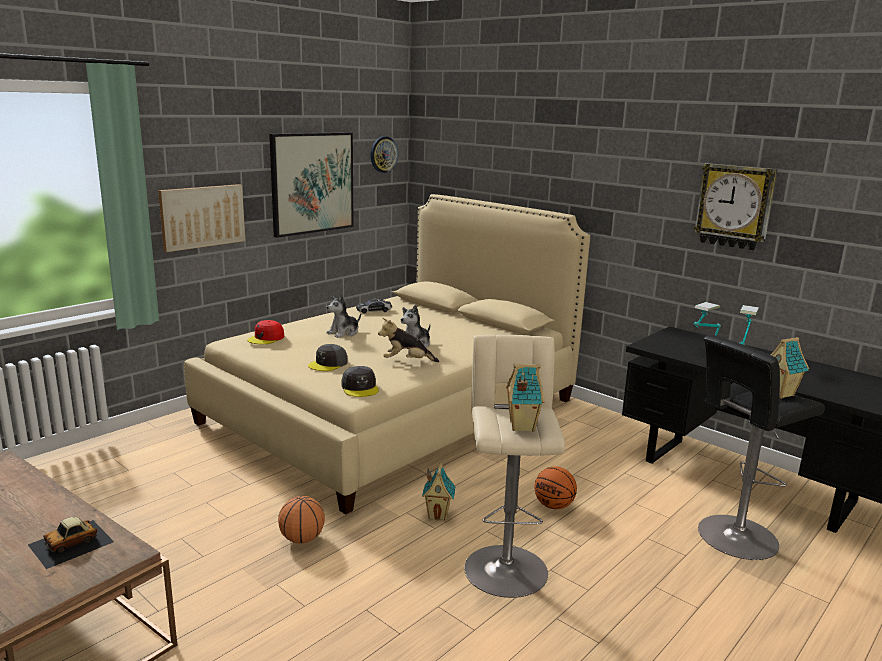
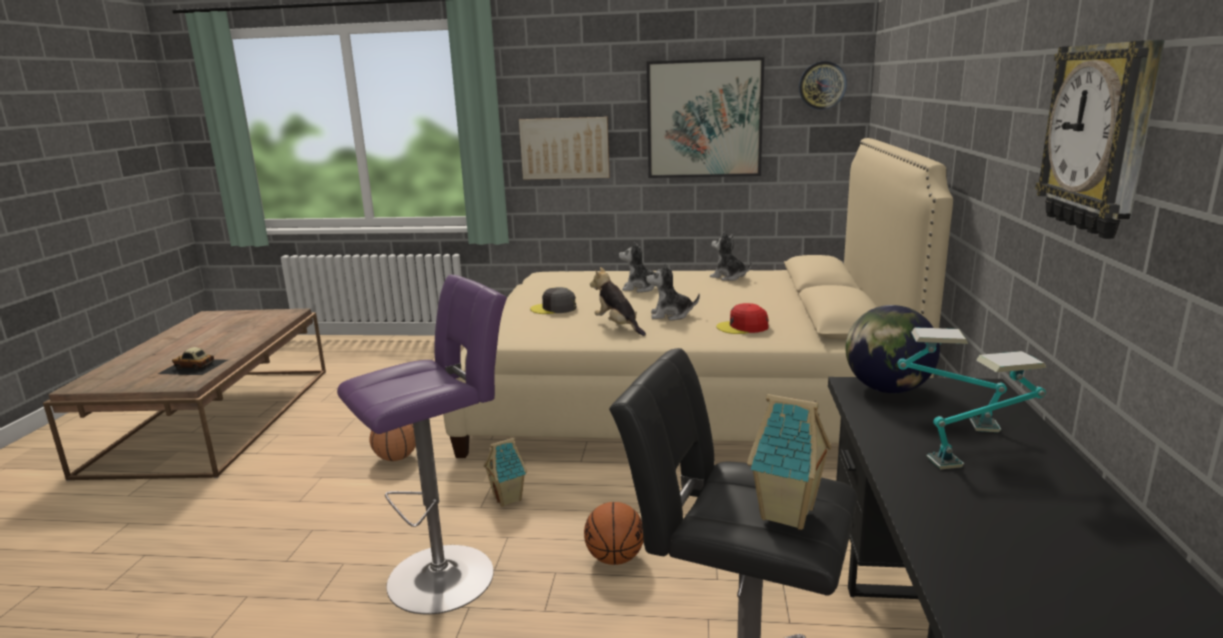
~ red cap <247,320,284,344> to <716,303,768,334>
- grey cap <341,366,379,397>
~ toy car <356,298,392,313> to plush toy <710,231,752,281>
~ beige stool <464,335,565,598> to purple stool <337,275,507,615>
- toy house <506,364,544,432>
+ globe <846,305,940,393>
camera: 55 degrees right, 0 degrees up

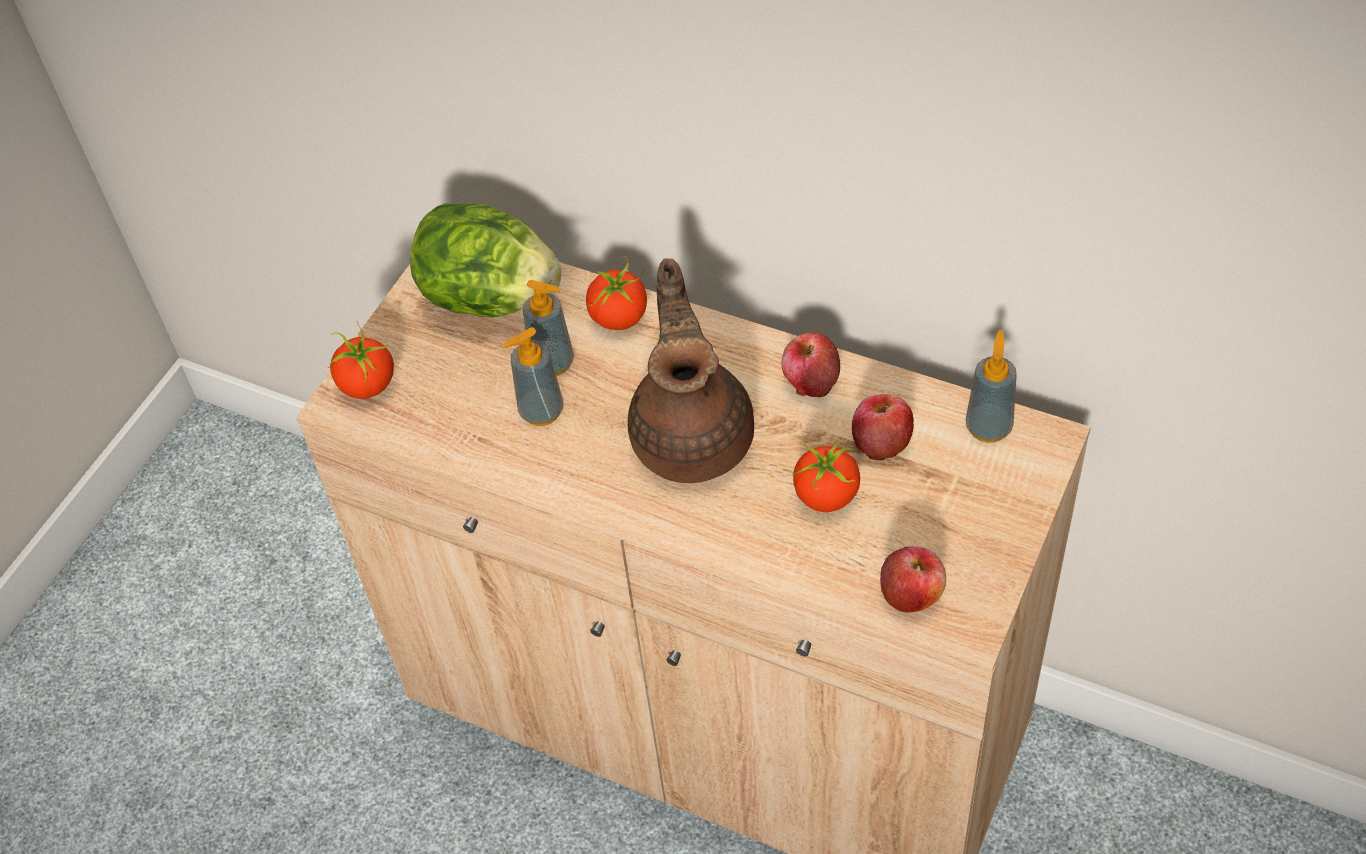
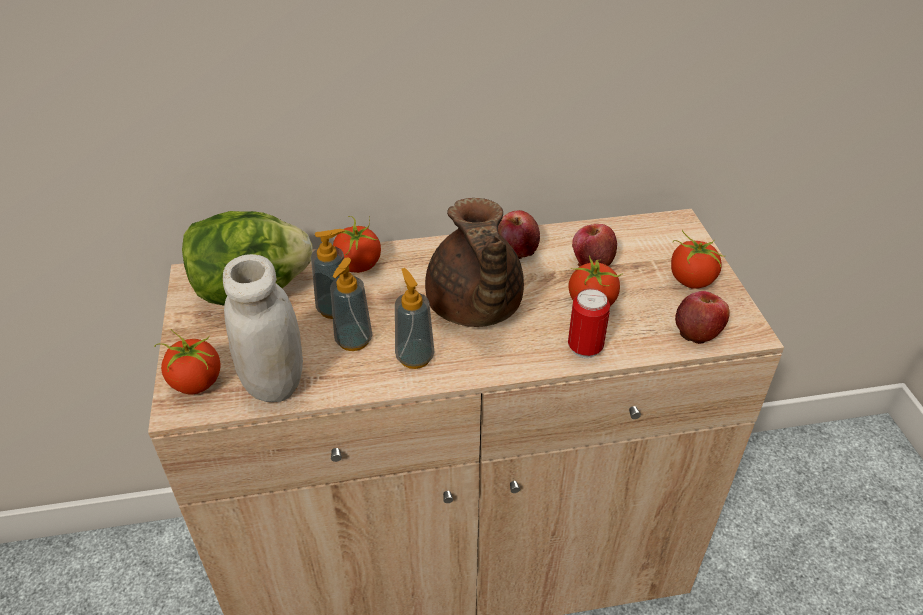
~ brown teapot <628,258,754,483> = <425,198,524,327> 150 degrees counterclockwise
~ soap dispenser <966,330,1017,443> to <395,268,434,369>
+ white jar <223,254,303,402>
+ can <568,288,610,358>
+ tomato <671,230,725,289>
camera: 40 degrees left, 10 degrees down

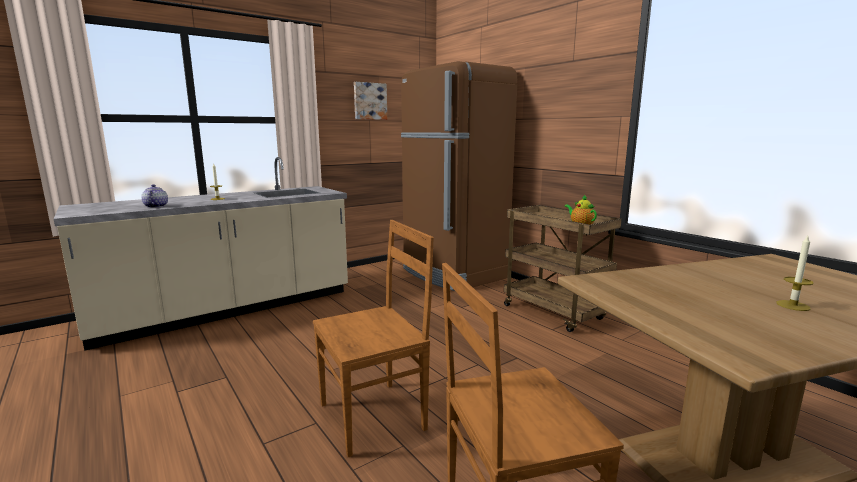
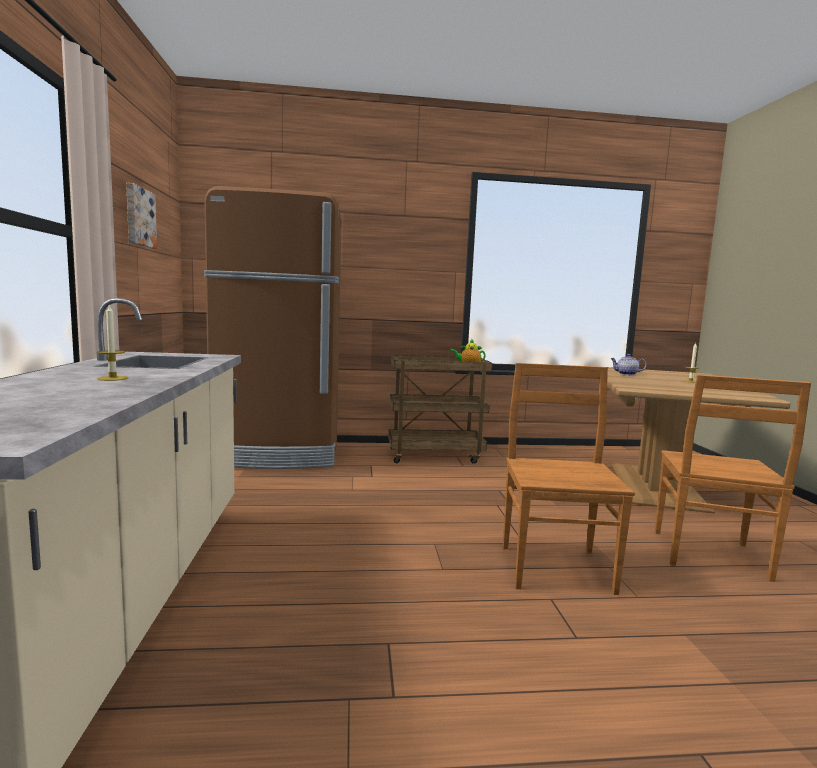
~ teapot <142,184,168,208> to <610,354,647,375>
camera: 60 degrees left, 5 degrees down

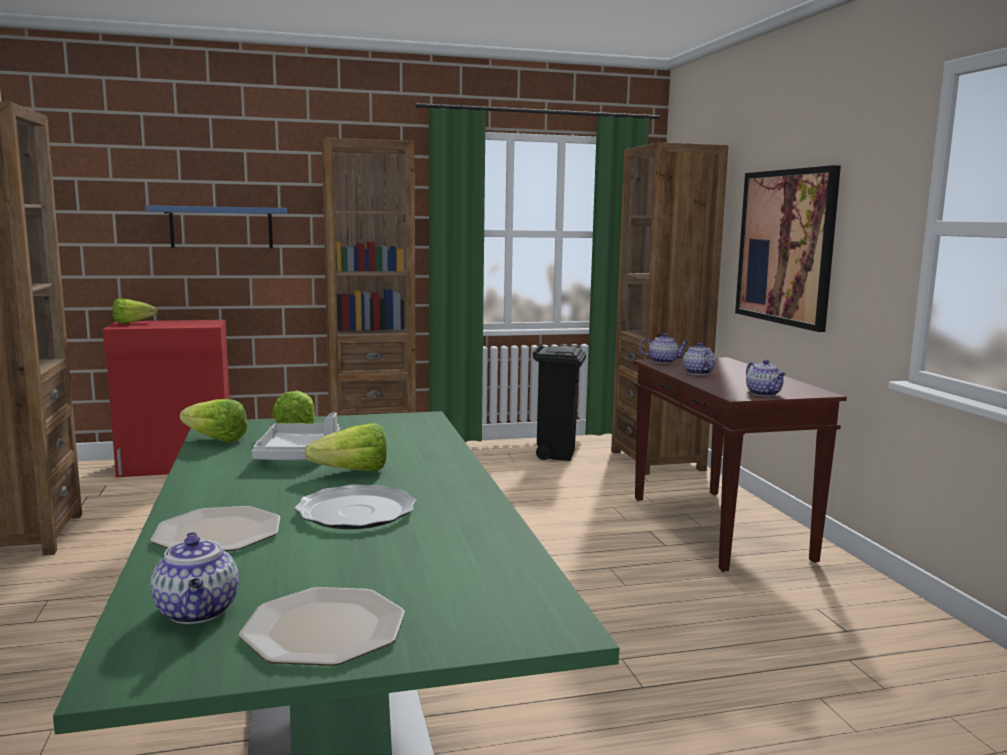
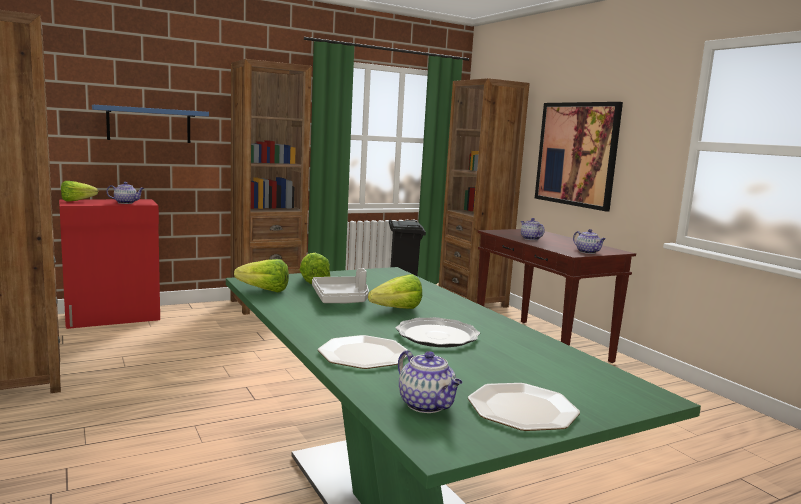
~ teapot <639,333,688,363> to <106,182,144,204>
camera: 15 degrees left, 0 degrees up

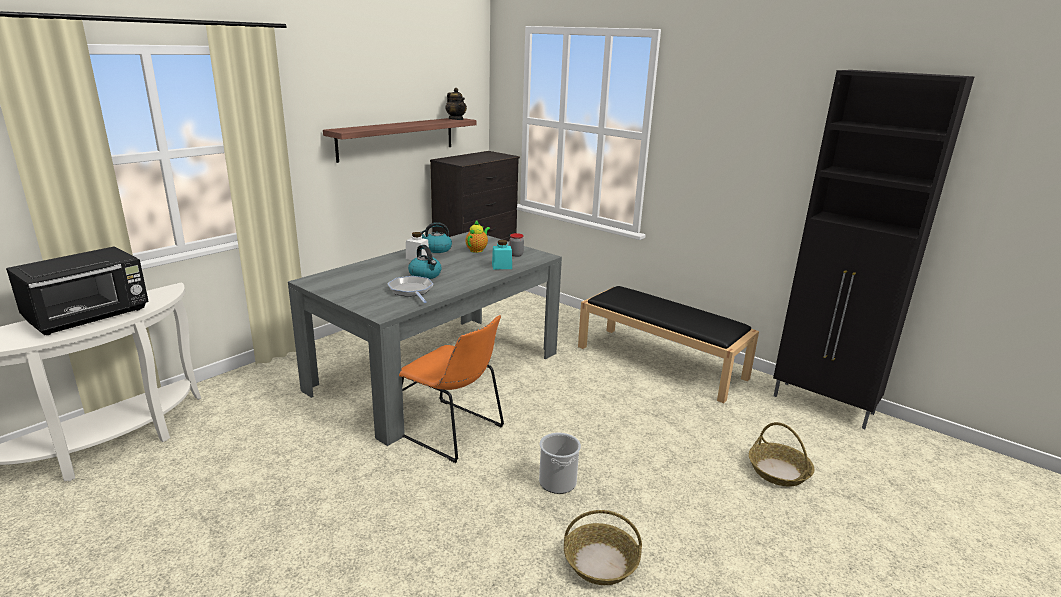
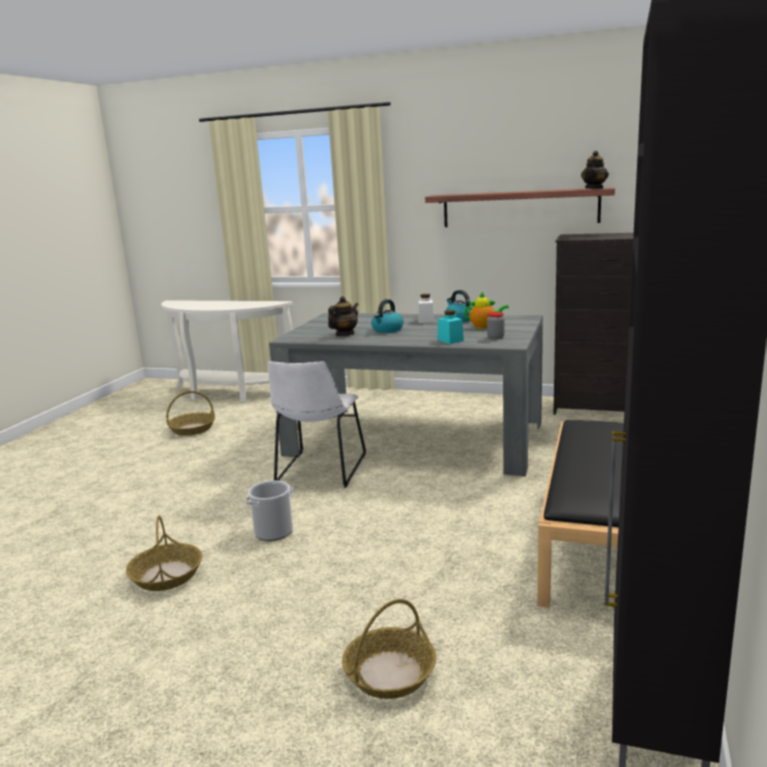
- black microwave <6,246,149,335>
~ frying pan <387,276,433,303> to teapot <328,296,359,336>
~ orange chair <399,315,504,463> to white chair <268,361,366,487>
+ basket <166,391,215,436>
camera: 70 degrees right, 5 degrees down

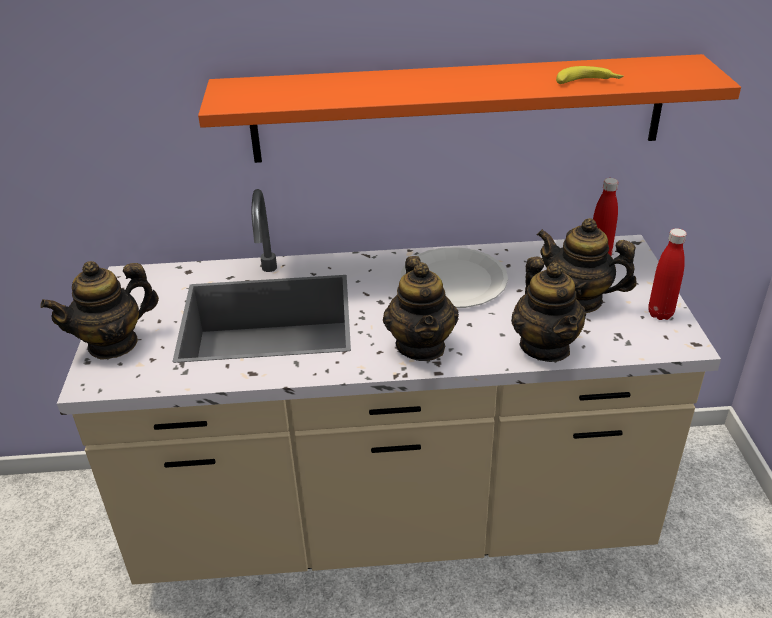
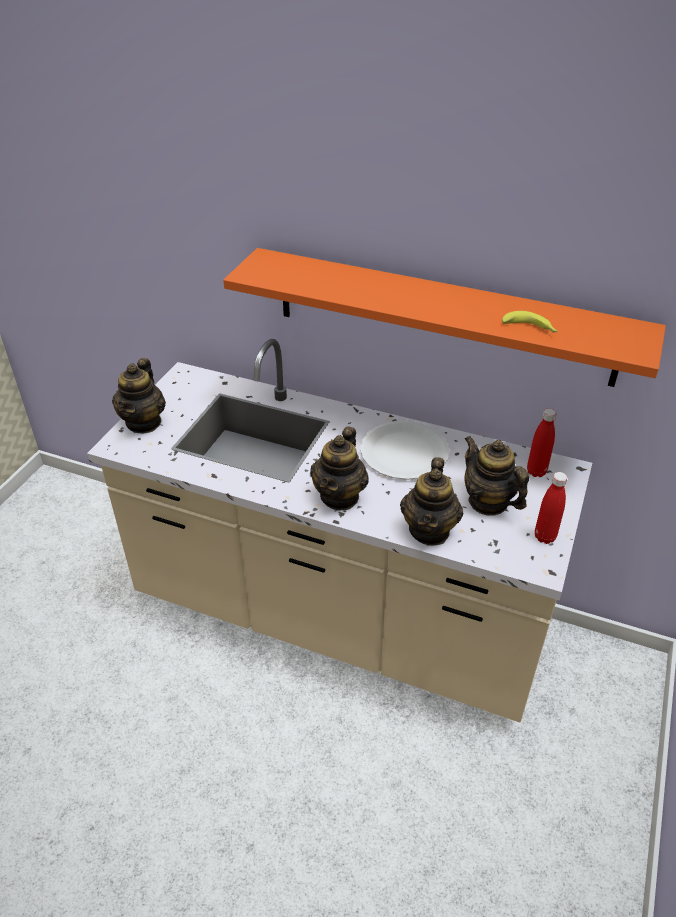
~ teapot <40,261,159,360> = <112,358,166,433> 75 degrees counterclockwise
camera: 25 degrees right, 5 degrees up

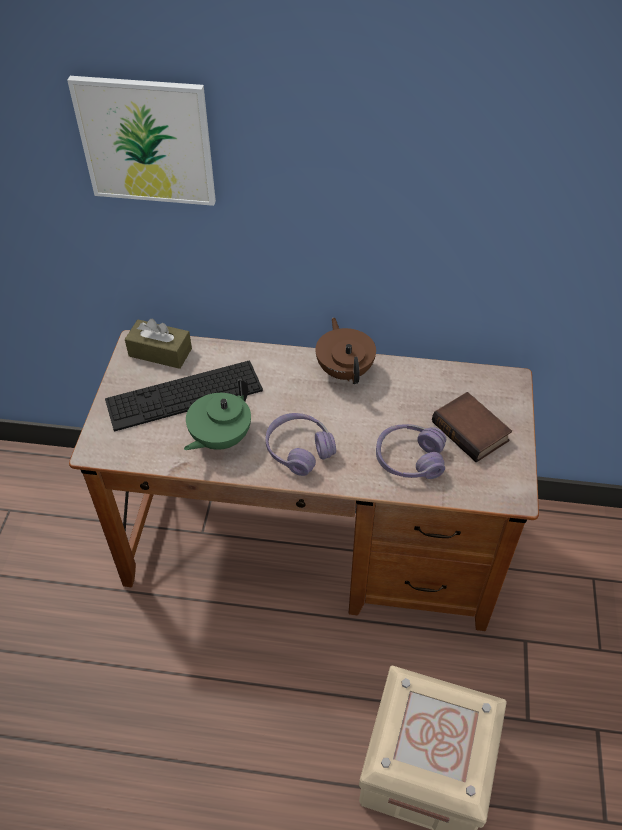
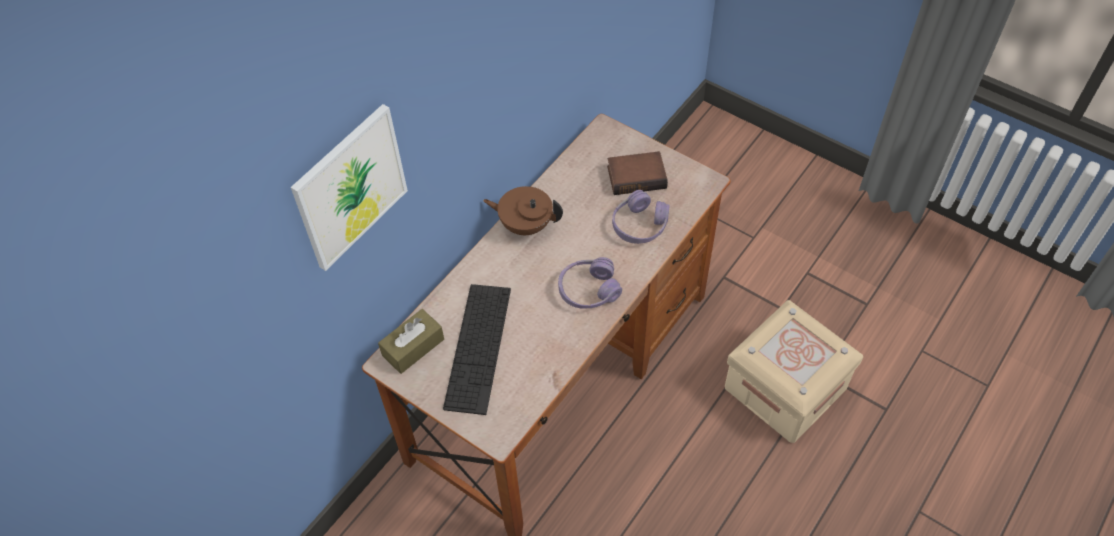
- green teapot <184,379,251,450>
camera: 60 degrees left, 5 degrees up

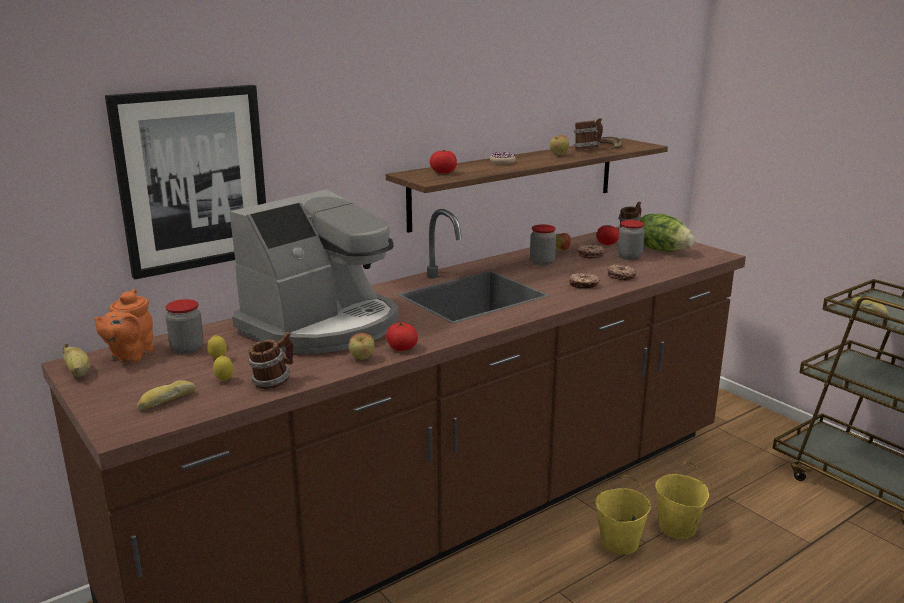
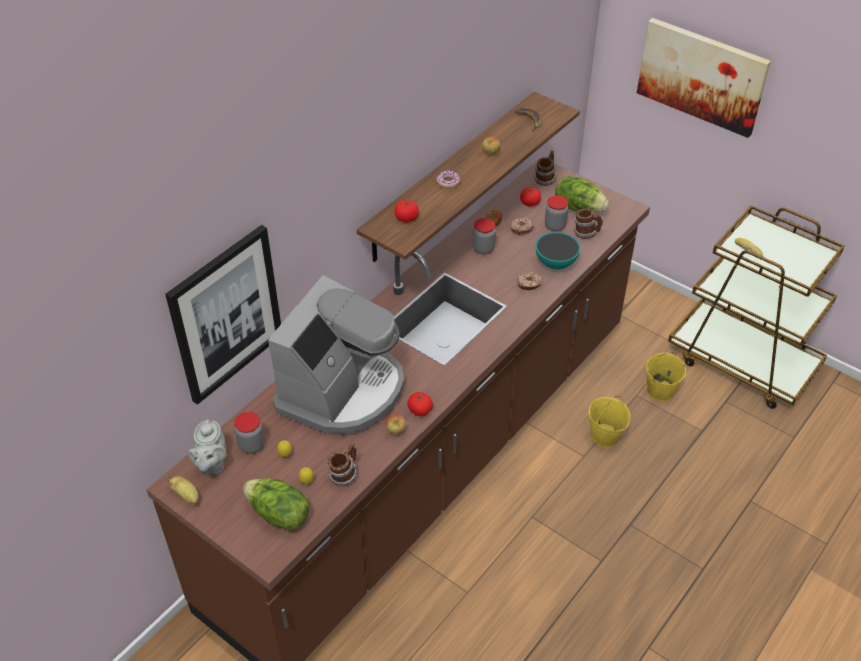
~ orange teapot <94,289,153,363> to grey teapot <188,419,227,476>
~ bread <137,380,196,410> to lettuce <243,478,310,530>
~ mug <574,118,603,150> to <574,208,603,239>
~ yellow bucket <596,475,651,555> to <646,351,686,401>
~ donut <607,265,637,280> to bowl <535,232,580,269>
+ picture <637,18,771,138>
camera: 15 degrees left, 25 degrees up

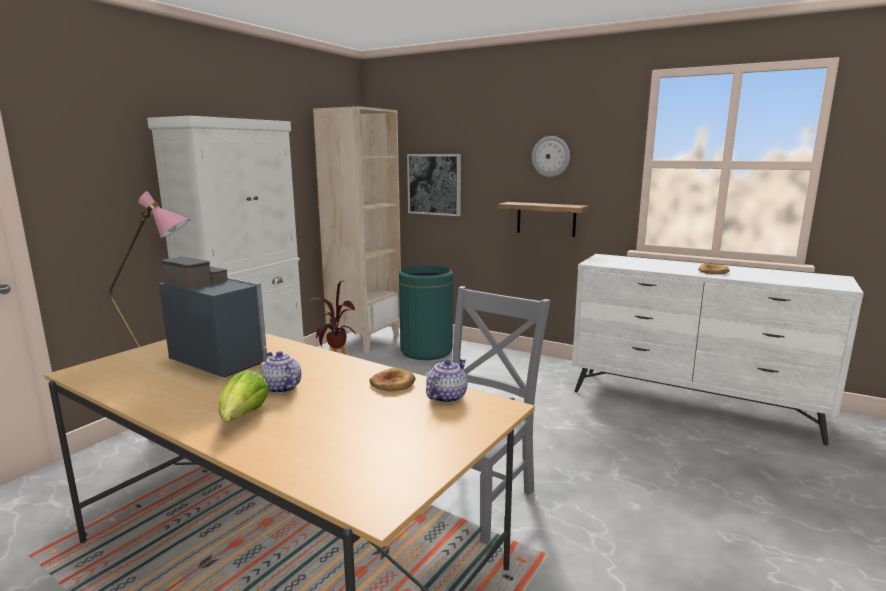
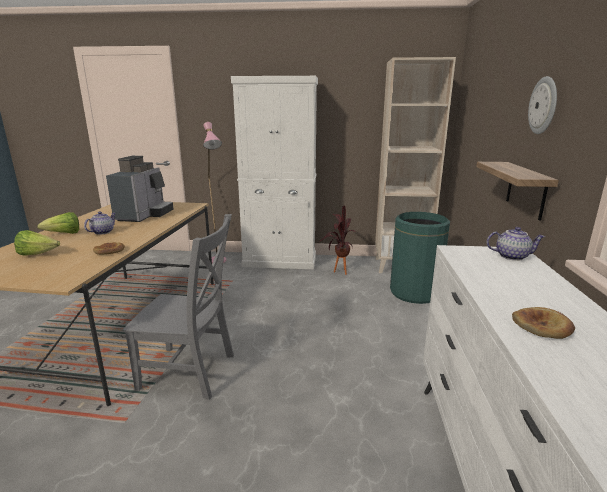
- picture <407,154,461,216>
~ teapot <426,359,468,403> to <487,227,545,261>
+ lettuce <14,230,60,255>
camera: 65 degrees right, 5 degrees up

